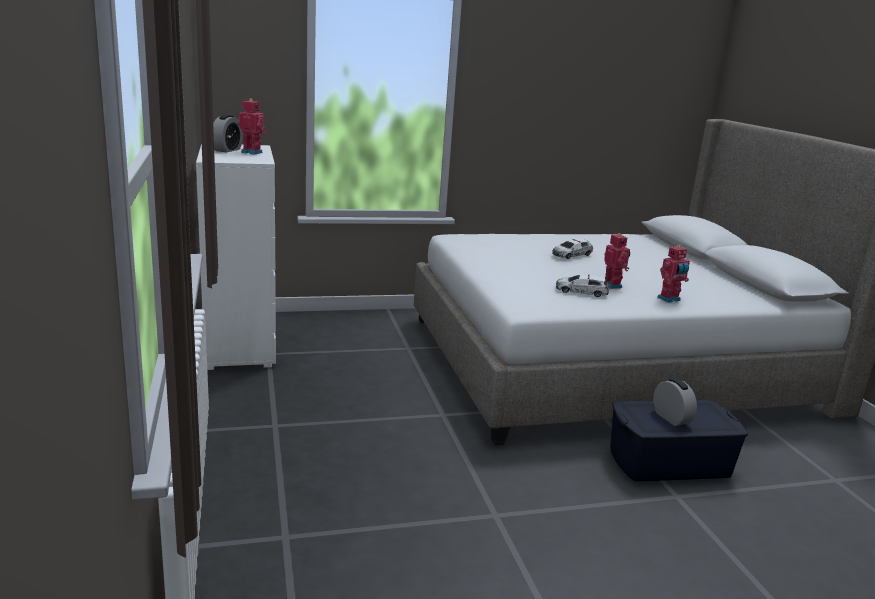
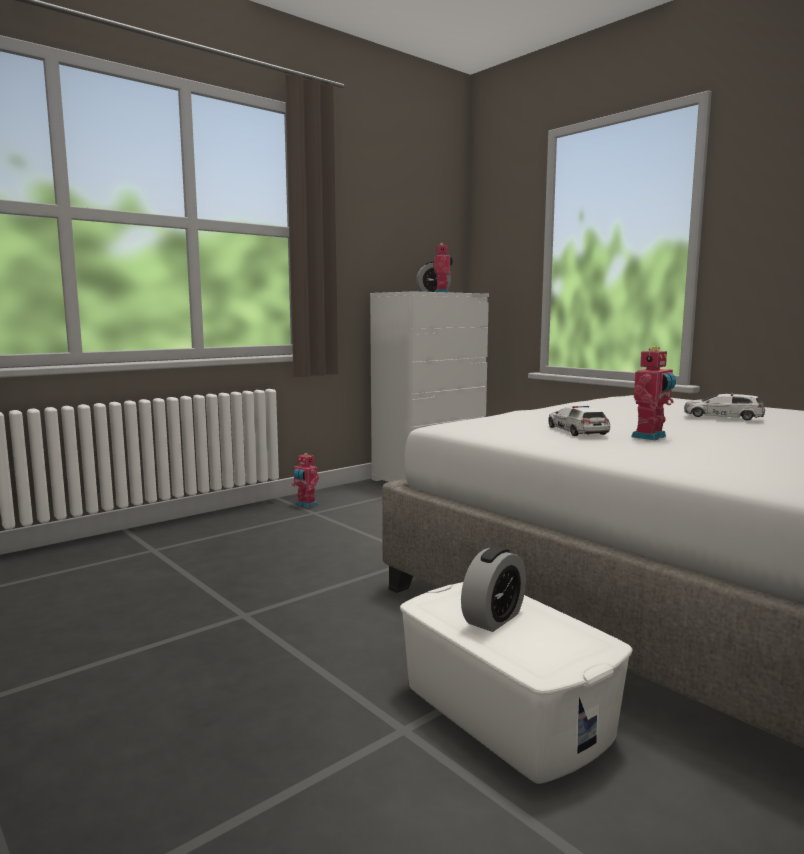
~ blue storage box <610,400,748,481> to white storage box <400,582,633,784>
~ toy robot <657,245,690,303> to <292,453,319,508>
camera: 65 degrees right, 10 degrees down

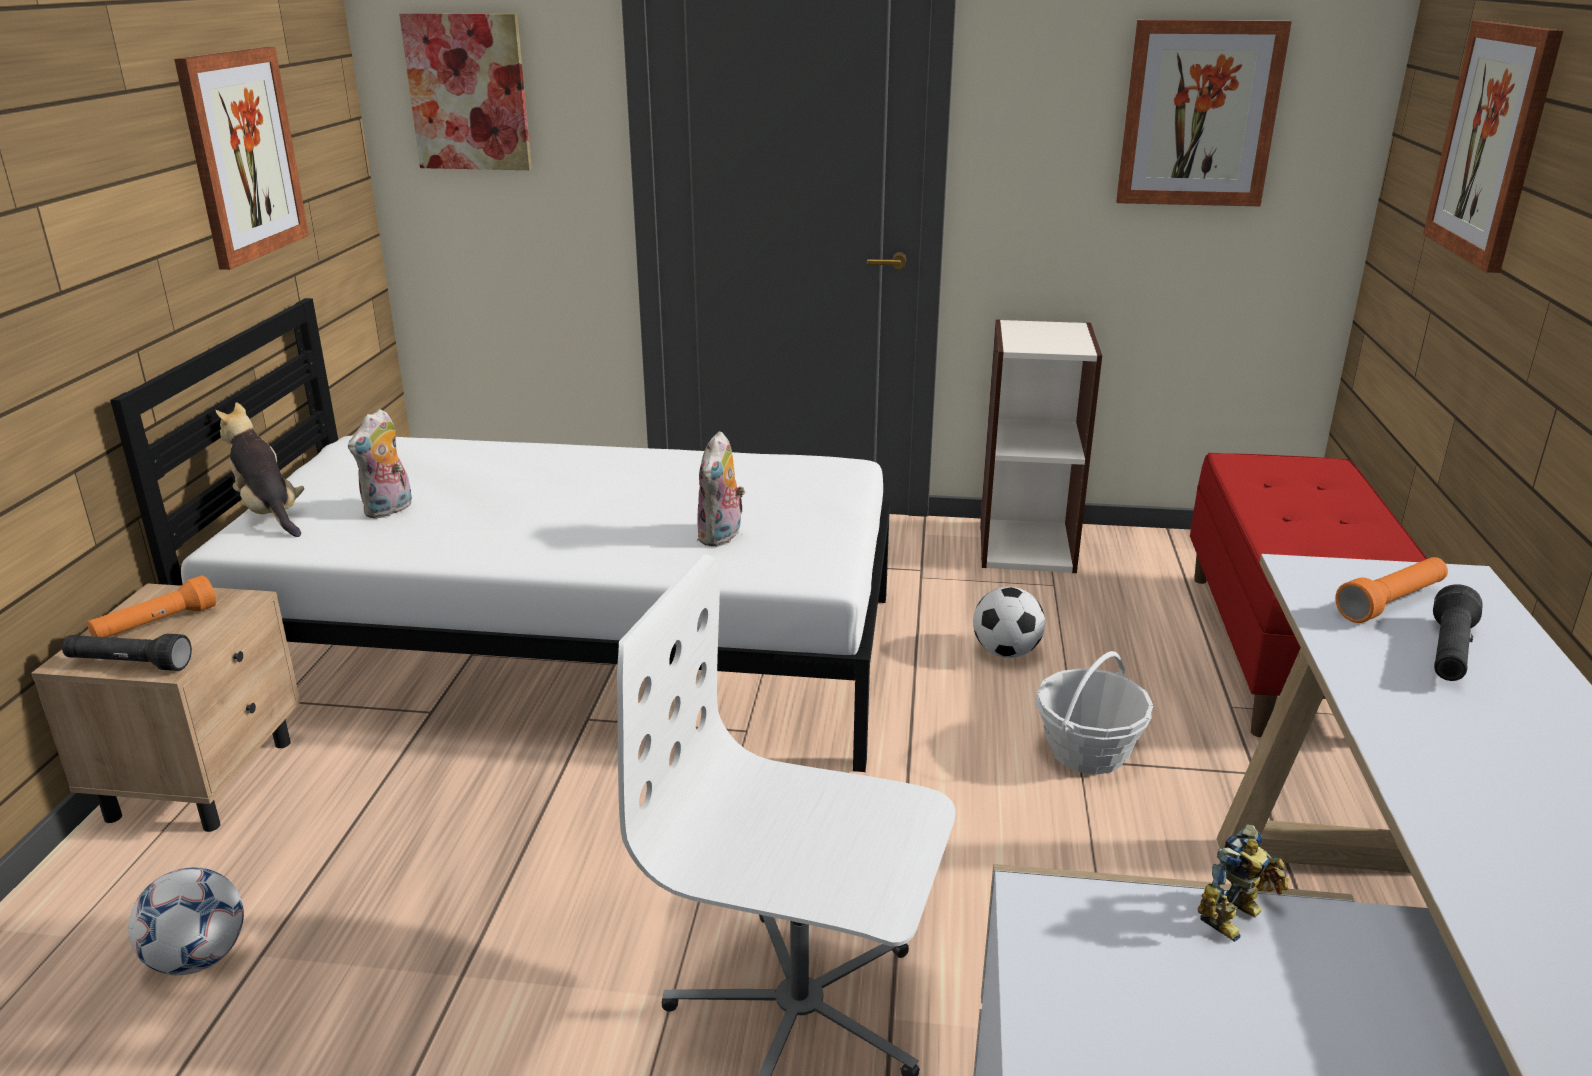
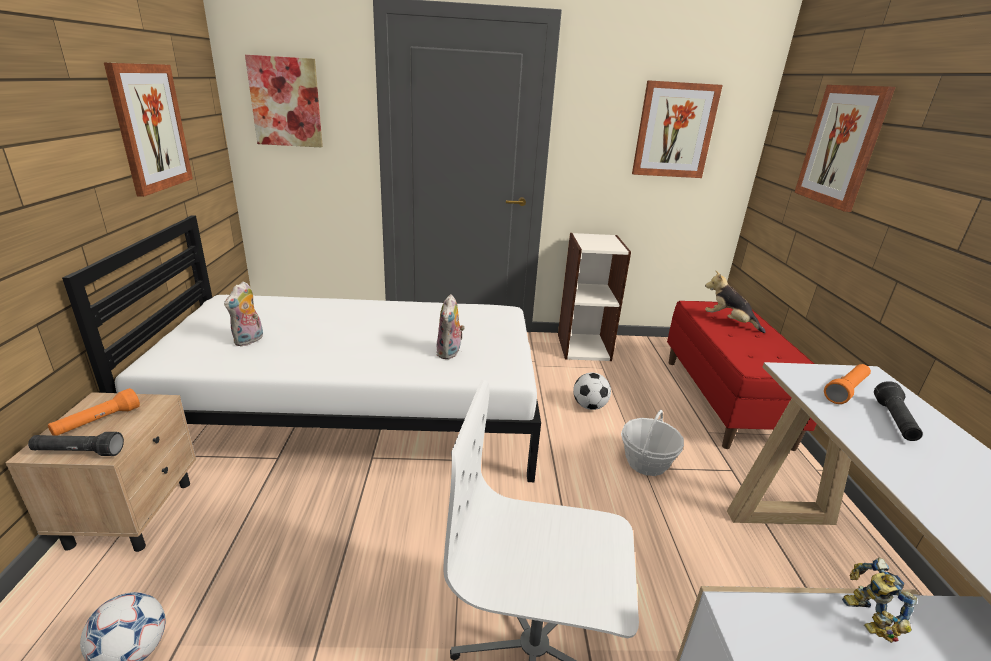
~ plush toy <216,402,304,537> to <705,271,766,333>
~ toy robot <1198,824,1289,942> = <842,557,917,643> 135 degrees clockwise
camera: 10 degrees left, 0 degrees up

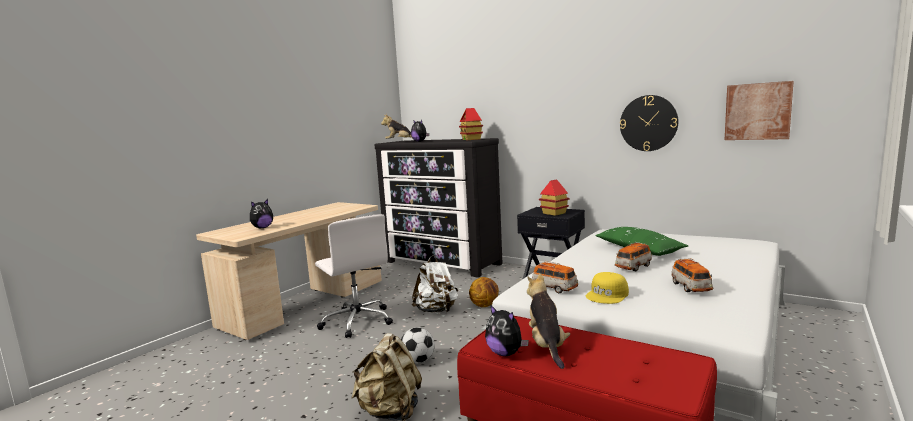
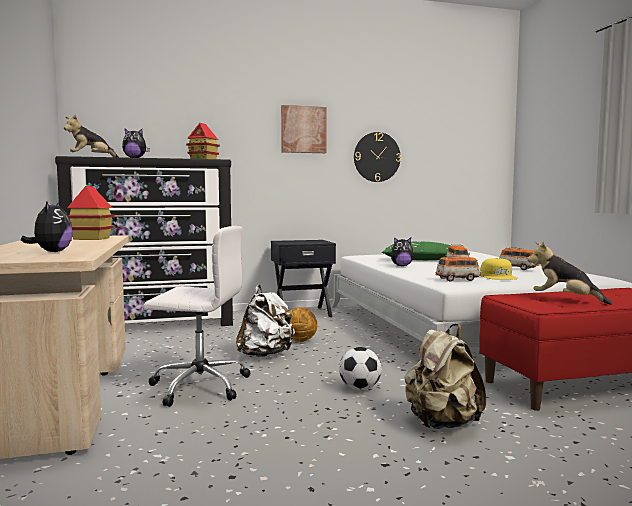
~ plush toy <485,305,529,356> to <391,237,414,266>
~ toy house <539,179,570,216> to <67,186,115,240>
~ picture <725,81,794,140> to <281,105,327,153>
camera: 50 degrees left, 5 degrees down

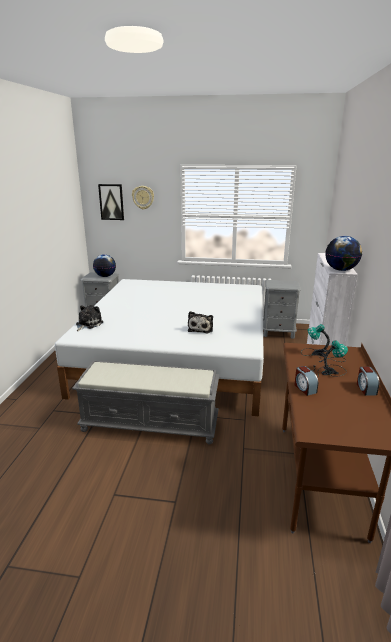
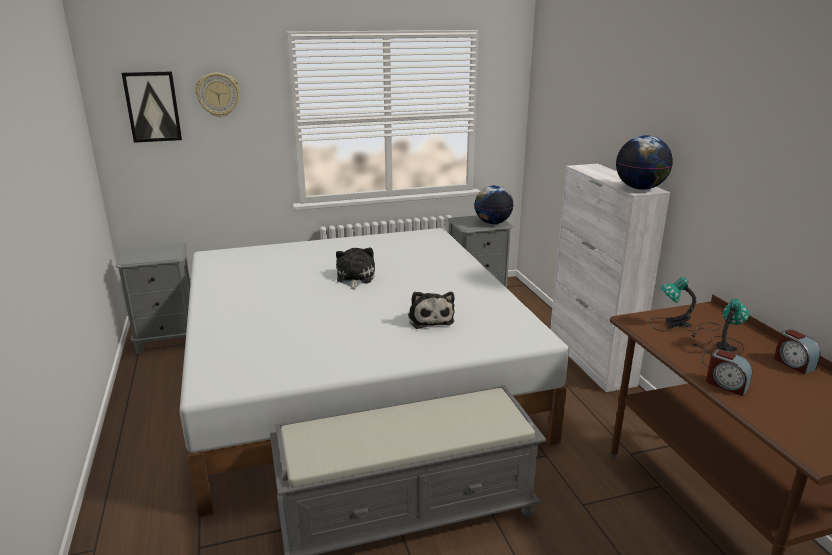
~ plush toy <76,305,103,331> to <336,248,375,290>
~ globe <93,254,116,277> to <474,185,514,224>
camera: 25 degrees left, 0 degrees up

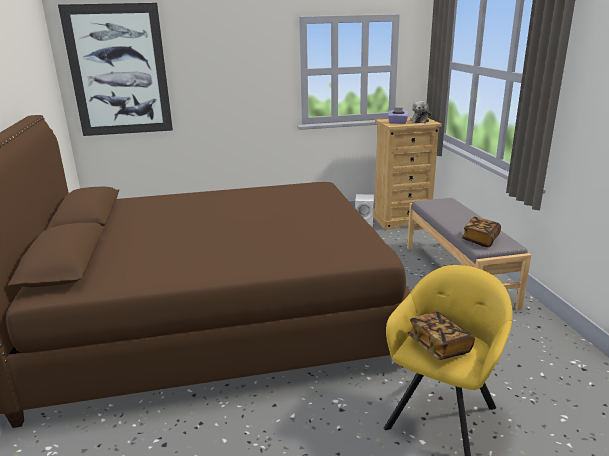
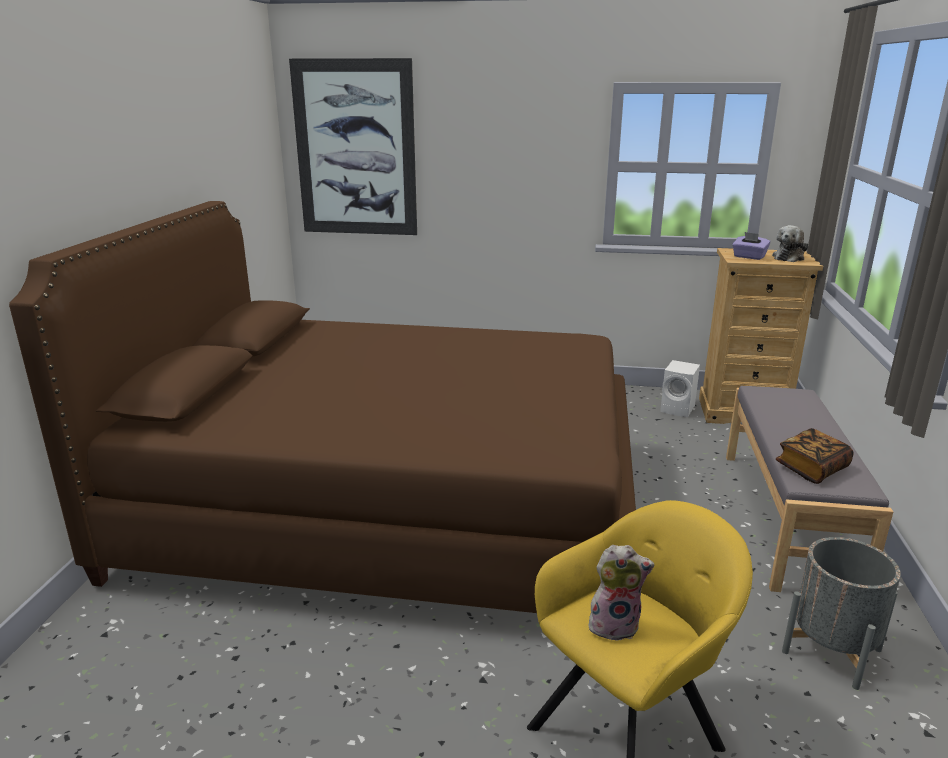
~ book <408,312,475,360> to plush toy <587,545,654,641>
+ grey planter <782,537,901,690>
camera: 20 degrees right, 0 degrees up

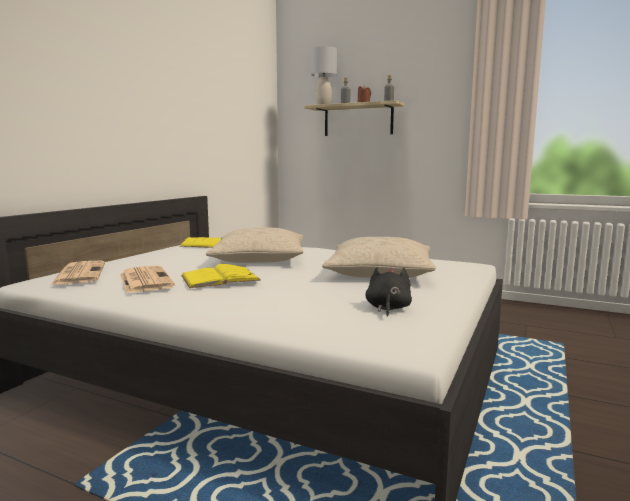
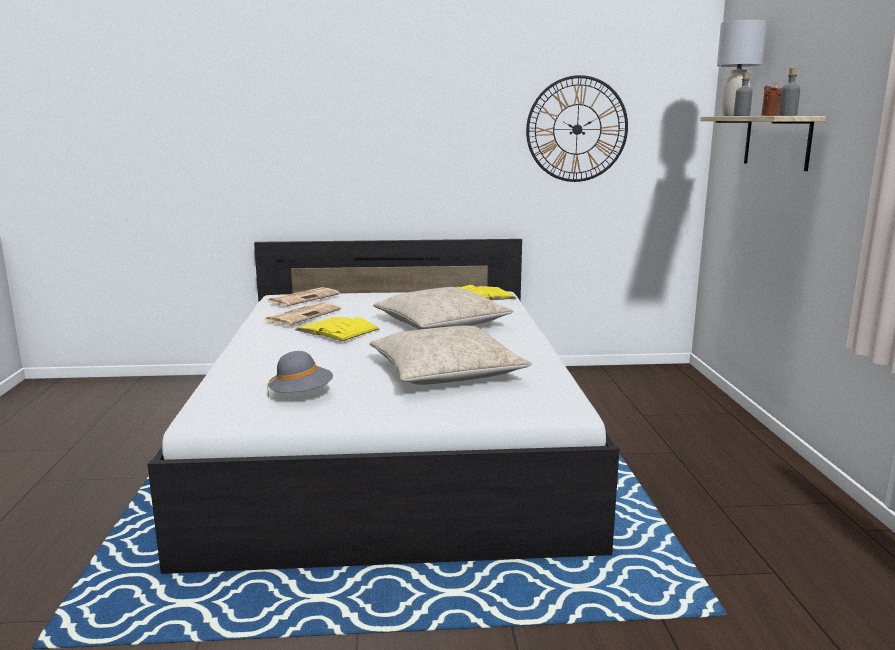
~ black plush toy <365,267,412,317> to grey hat <267,351,333,396>
+ wall clock <526,75,628,182>
camera: 60 degrees right, 5 degrees up

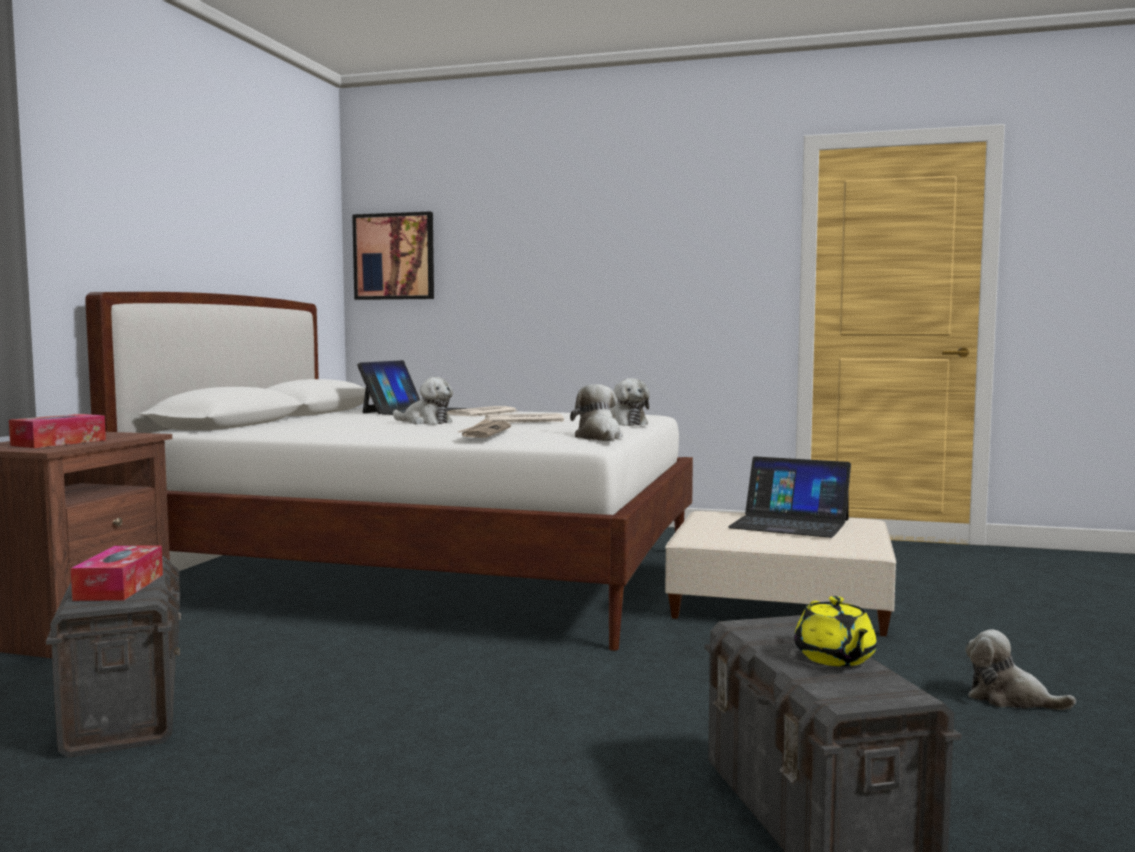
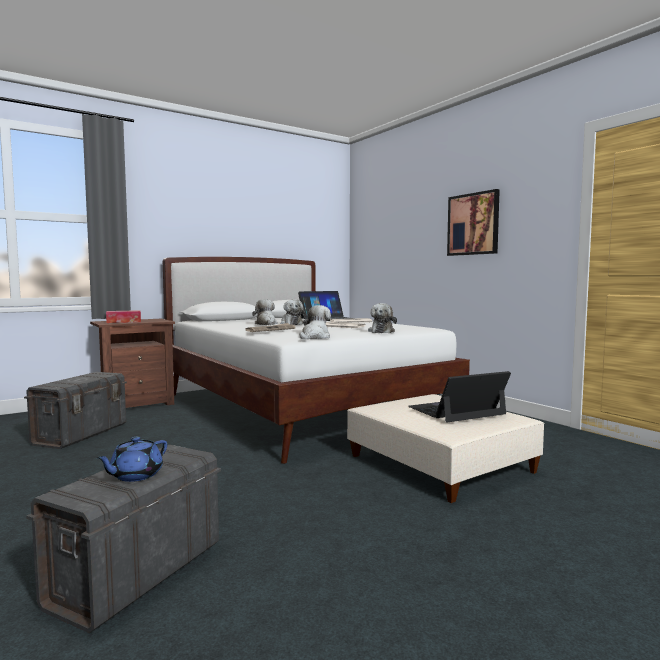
- tissue box <71,545,163,601>
~ picture <352,212,434,300> to <447,189,500,256>
~ laptop <728,456,851,538> = <408,371,511,422> 90 degrees clockwise
~ yellow teapot <794,596,877,666> to blue teapot <96,437,167,482>
~ plush toy <965,629,1076,710> to <252,299,278,325>
camera: 40 degrees right, 0 degrees up

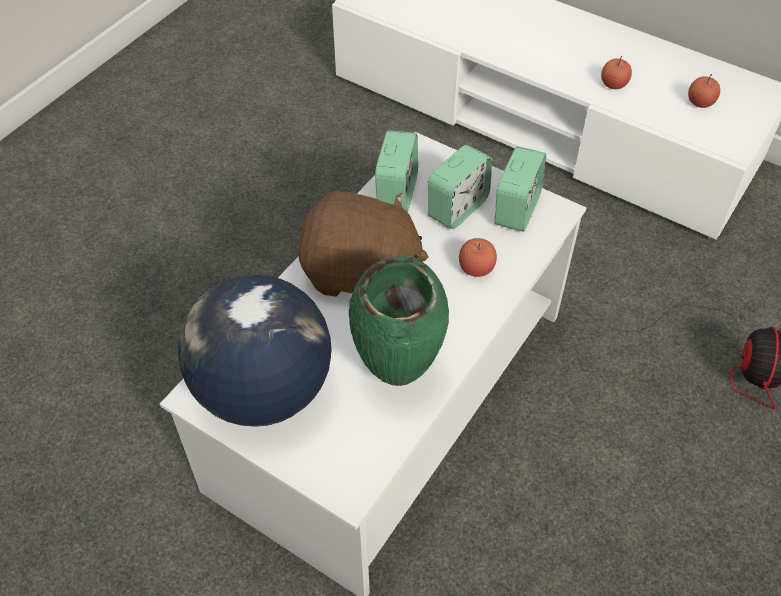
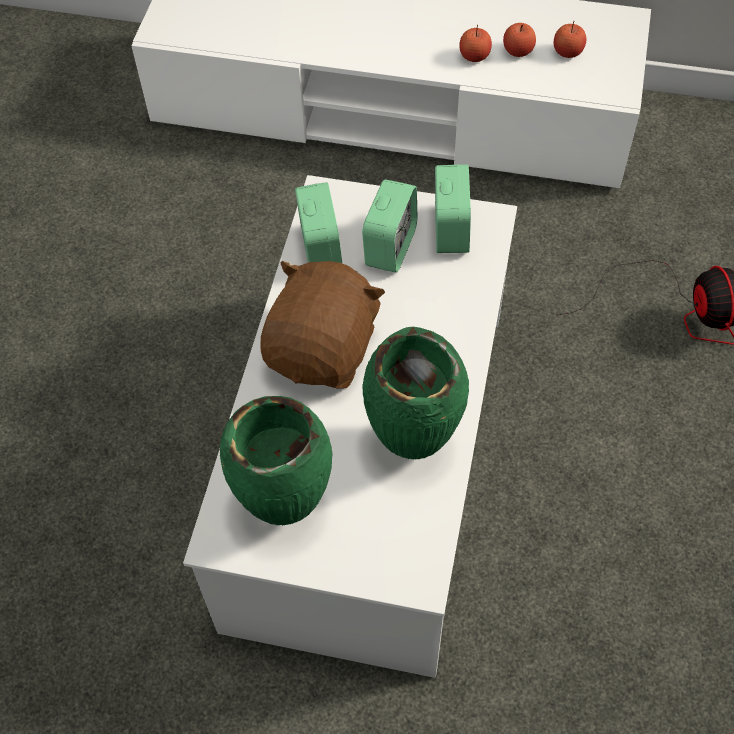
~ globe <178,275,331,427> to green vase <220,396,332,525>
~ brown plush toy <298,191,428,297> = <261,261,385,388> 60 degrees counterclockwise
~ apple <459,238,497,277> to <503,23,536,57>
camera: 20 degrees left, 5 degrees up

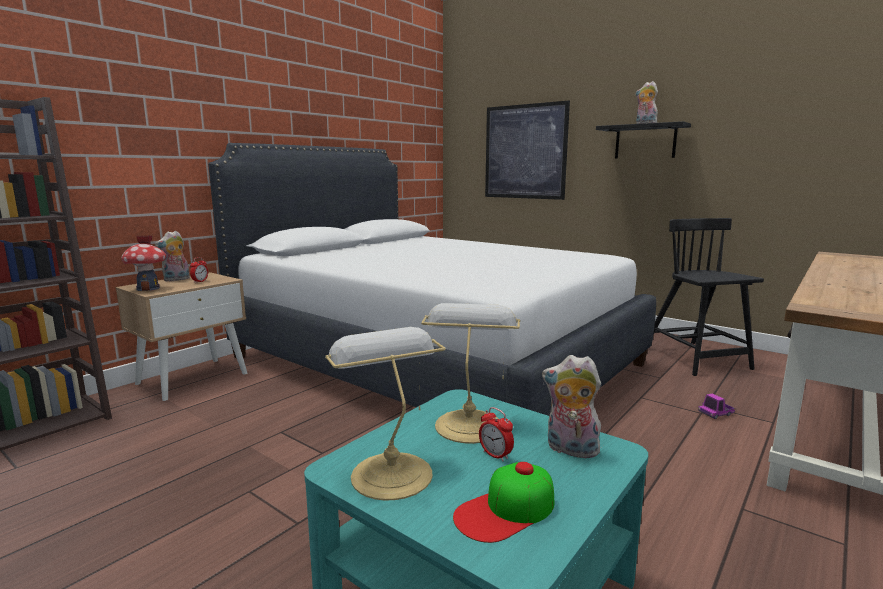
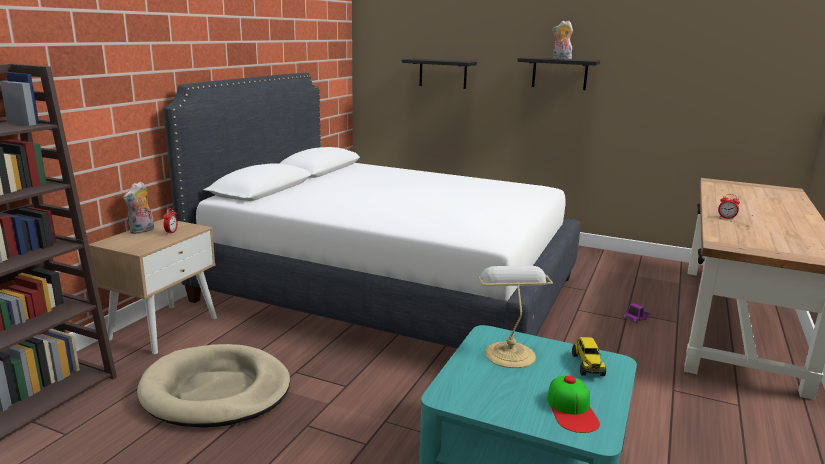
- toy house <121,235,166,291>
- table lamp <325,327,446,501>
~ cap <453,462,554,543> = <547,376,600,433> 45 degrees counterclockwise
~ alarm clock <479,407,514,462> to <718,194,740,219>
~ picture <485,100,570,200> to black shelf <402,59,477,89>
~ plush toy <542,355,601,458> to toy truck <572,337,606,376>
- black chair <653,218,764,376>
+ beige dog bed <137,344,290,428>
camera: 15 degrees left, 5 degrees up

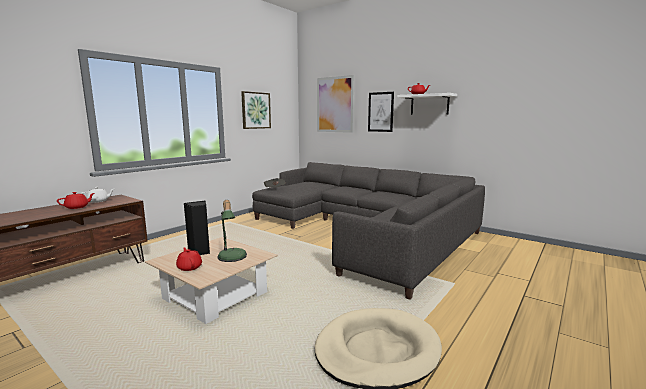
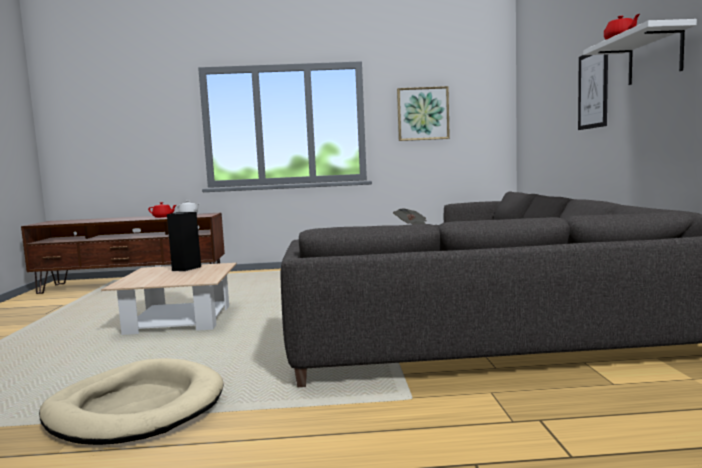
- red teapot <176,247,202,271>
- table lamp <217,200,247,262>
- picture <317,75,354,133>
camera: 50 degrees right, 5 degrees down

